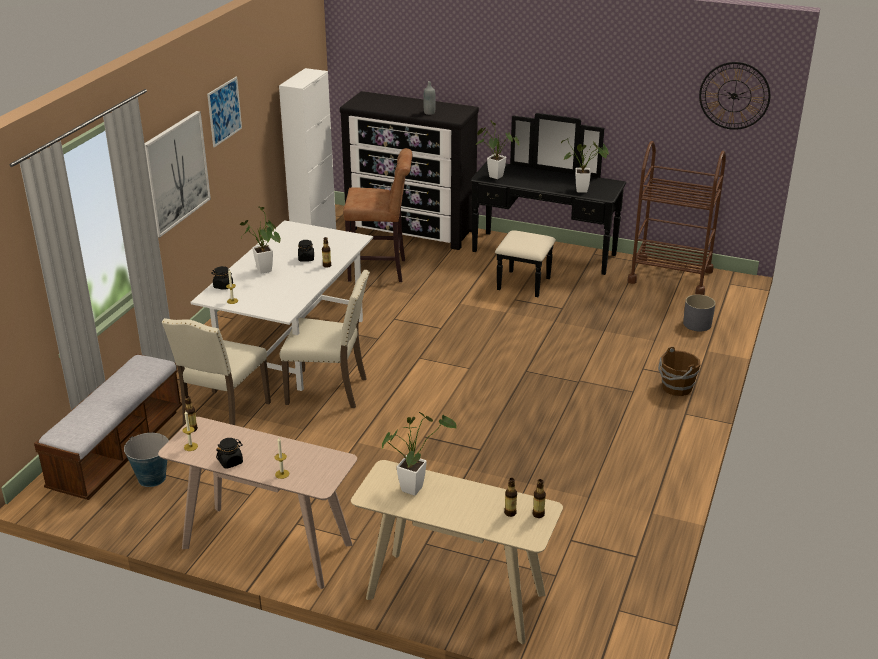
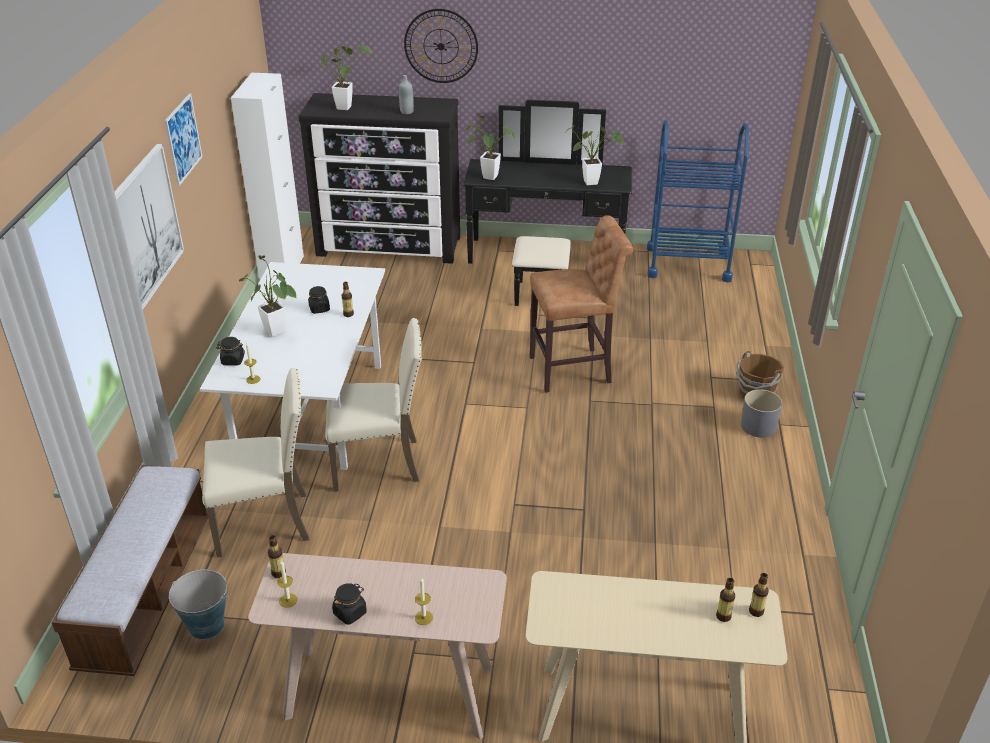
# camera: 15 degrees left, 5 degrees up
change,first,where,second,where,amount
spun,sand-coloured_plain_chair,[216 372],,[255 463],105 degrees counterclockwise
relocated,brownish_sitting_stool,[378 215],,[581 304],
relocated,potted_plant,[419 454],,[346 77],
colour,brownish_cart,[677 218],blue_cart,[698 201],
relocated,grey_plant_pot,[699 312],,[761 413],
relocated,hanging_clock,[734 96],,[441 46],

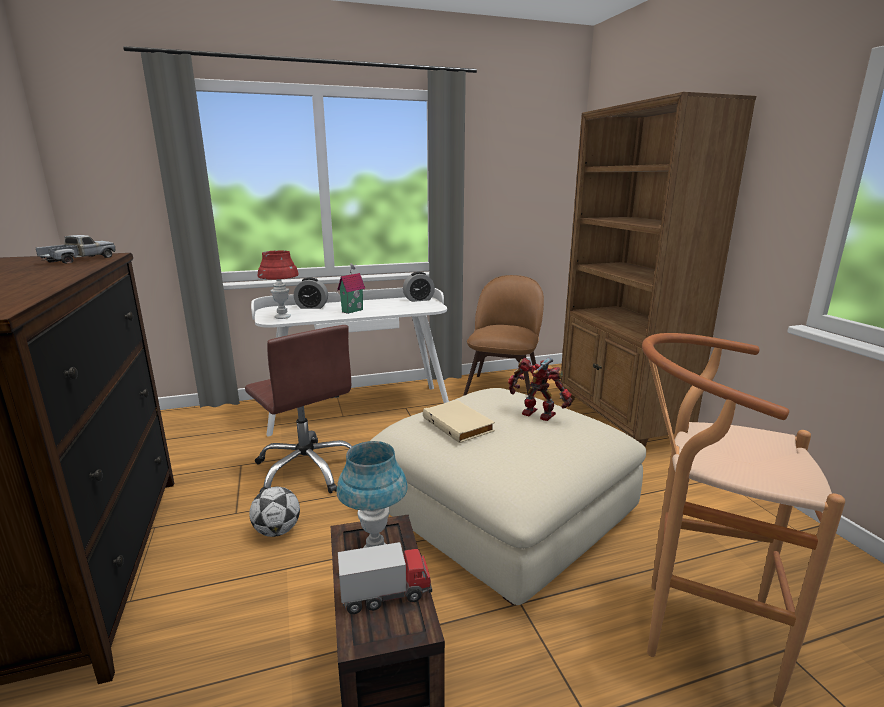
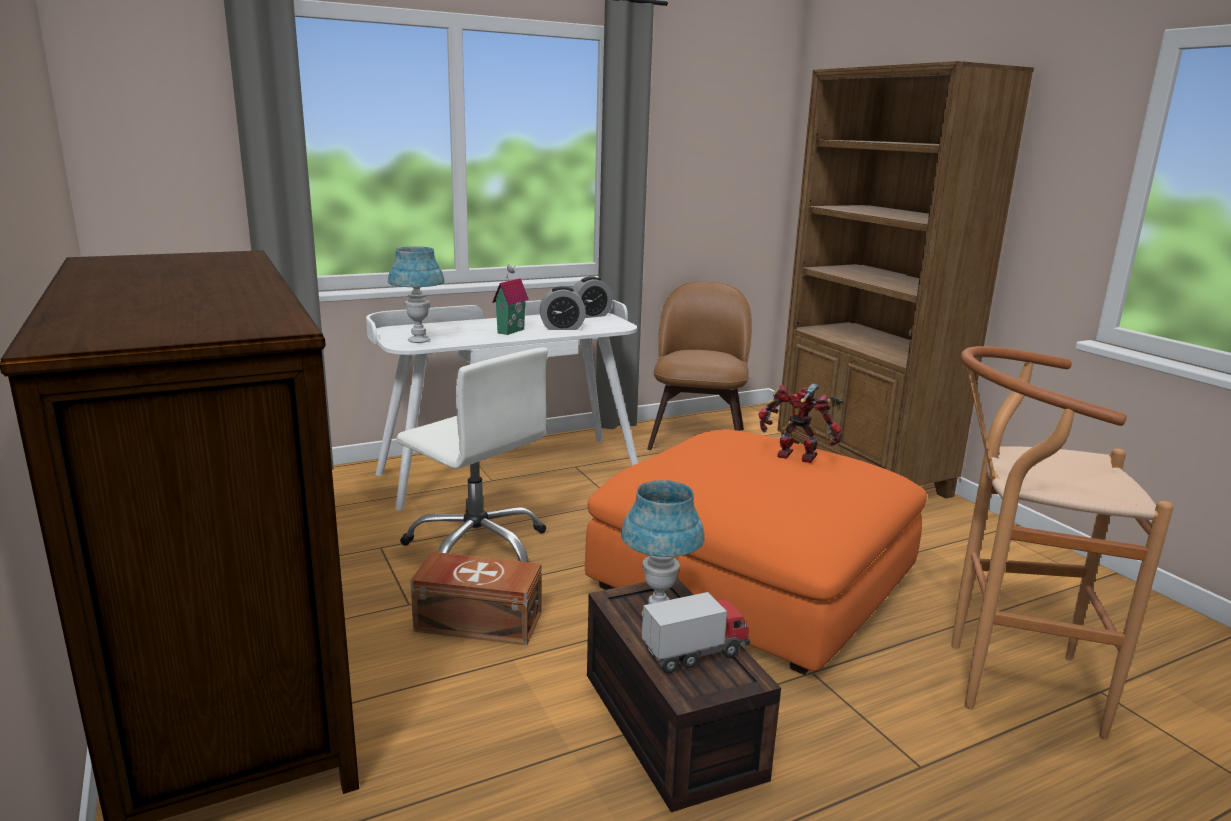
# camera: 10 degrees left, 0 degrees up
change,first,where,second,where,amount
missing,toy_lorry,[76 249],,,
colour,brownish_office_chair,[298 409],white-coloured_office_chair,[472 454],
exchanged,football_ball,[274 512],brownish_storage_bin,[475 598],
colour,red_table_lamp,[278 284],blue_table_lamp,[416 294],
relocated,alarm_clock,[311 293],,[563 308],
colour,sand-coloured_ottoman,[508 496],orange_ottoman,[756 552],
missing,sand-coloured_book,[459 421],,,

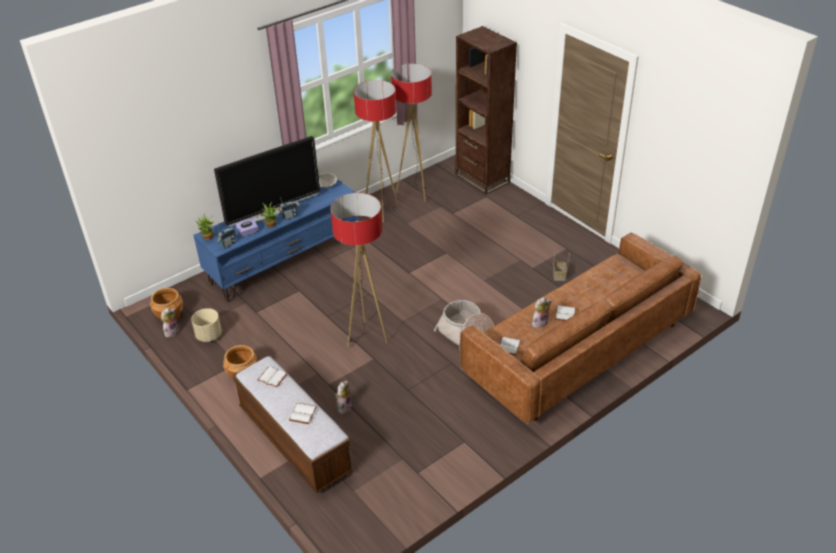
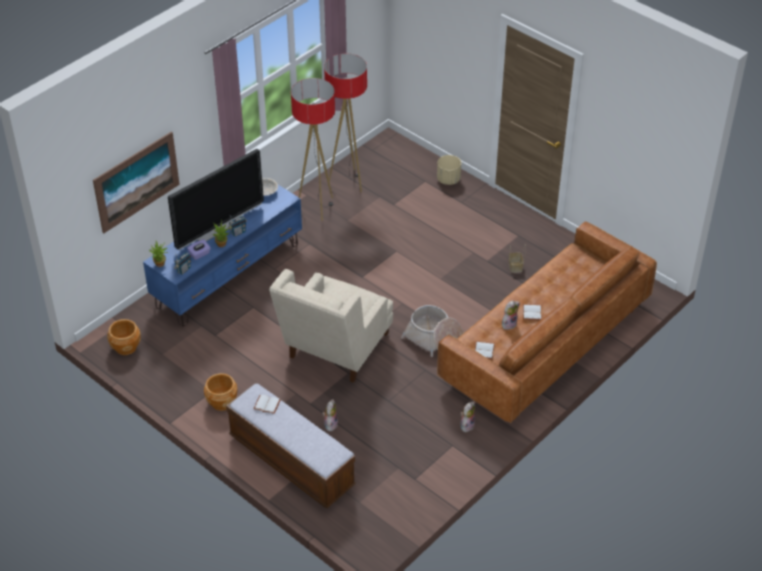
# camera: 10 degrees left, 5 degrees up
change,first,where,second,where,amount
relocated,plush_toy,[170 322],,[467 416],
relocated,sand-coloured_plant_pot,[206 325],,[449 170],
missing,white-coloured_book,[303 413],,,
exchanged,floor_lamp,[359 270],sand-coloured_lounge_chair,[331 326],
missing,brownish_bookcase,[486 110],,,
appeared,,,picture,[136 182],

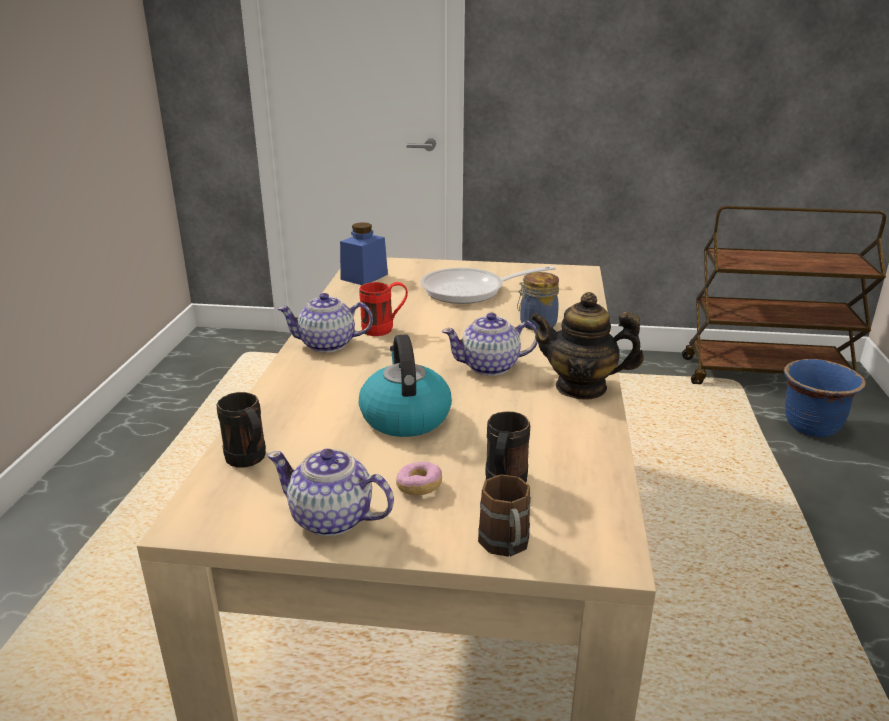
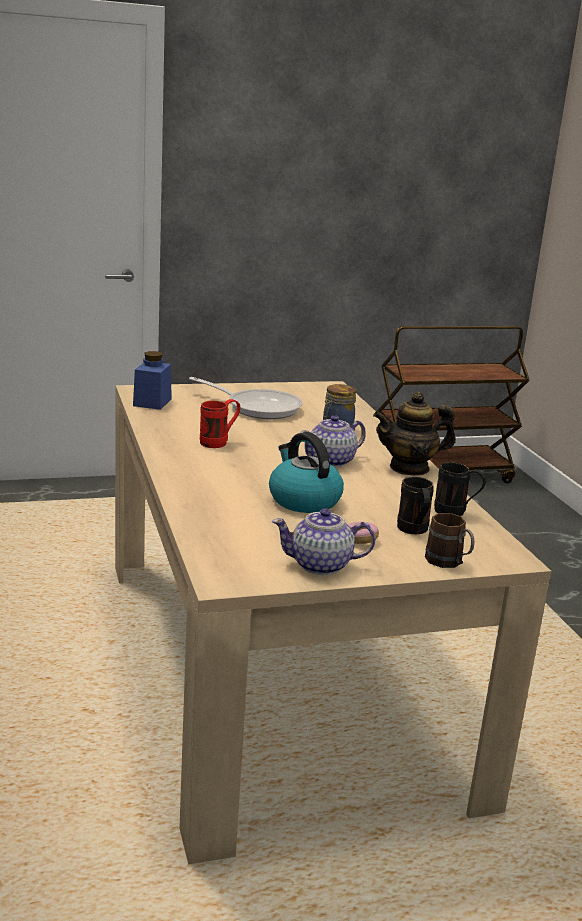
# camera: 25 degrees left, 5 degrees down
change,first,where,second,where,amount
relocated,black-coloured_coffee_mug,[241 430],,[460 489],
missing,teapot,[325 323],,,
spun,pan,[488 285],,[246 398],120 degrees counterclockwise
missing,blue_plant_pot,[825 398],,,

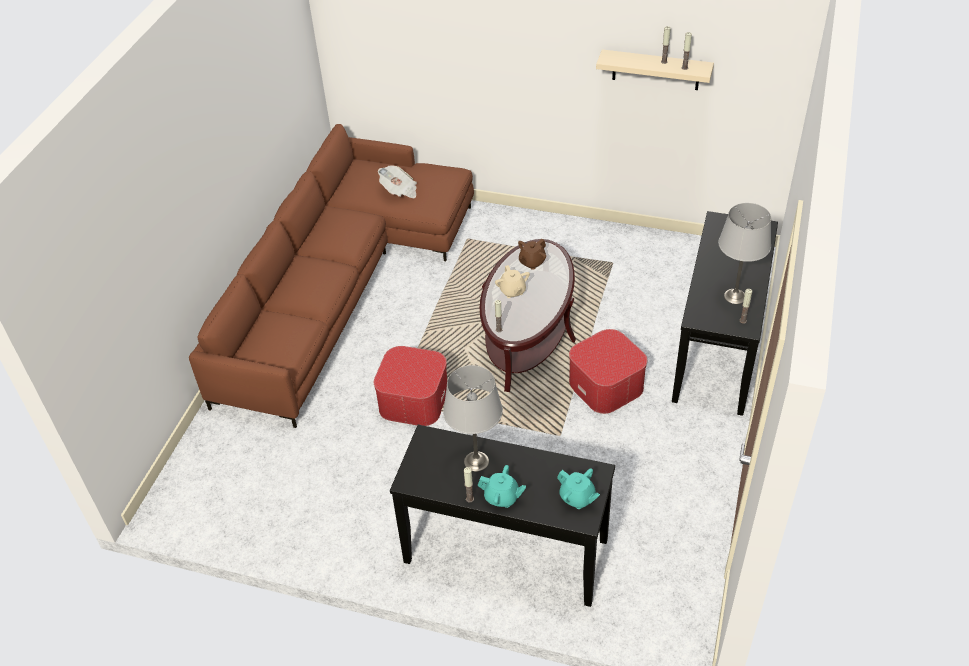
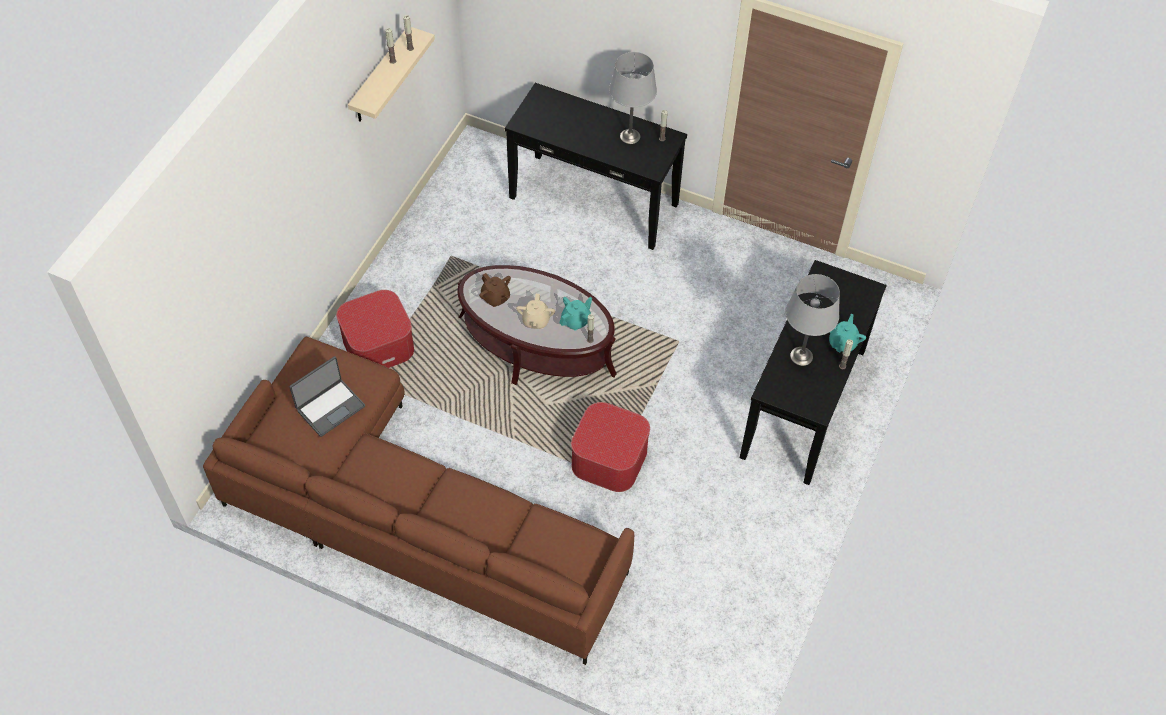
# camera: 85 degrees left, 10 degrees up
change,first,where,second,where,amount
exchanged,printed_paper,[397 182],laptop,[327 396],
spun,sand-coloured_teapot,[512 281],,[535 311],105 degrees clockwise
relocated,turquoise-coloured_teapot,[578 488],,[576 313],
relocated,ottoman,[608 371],,[375 329],

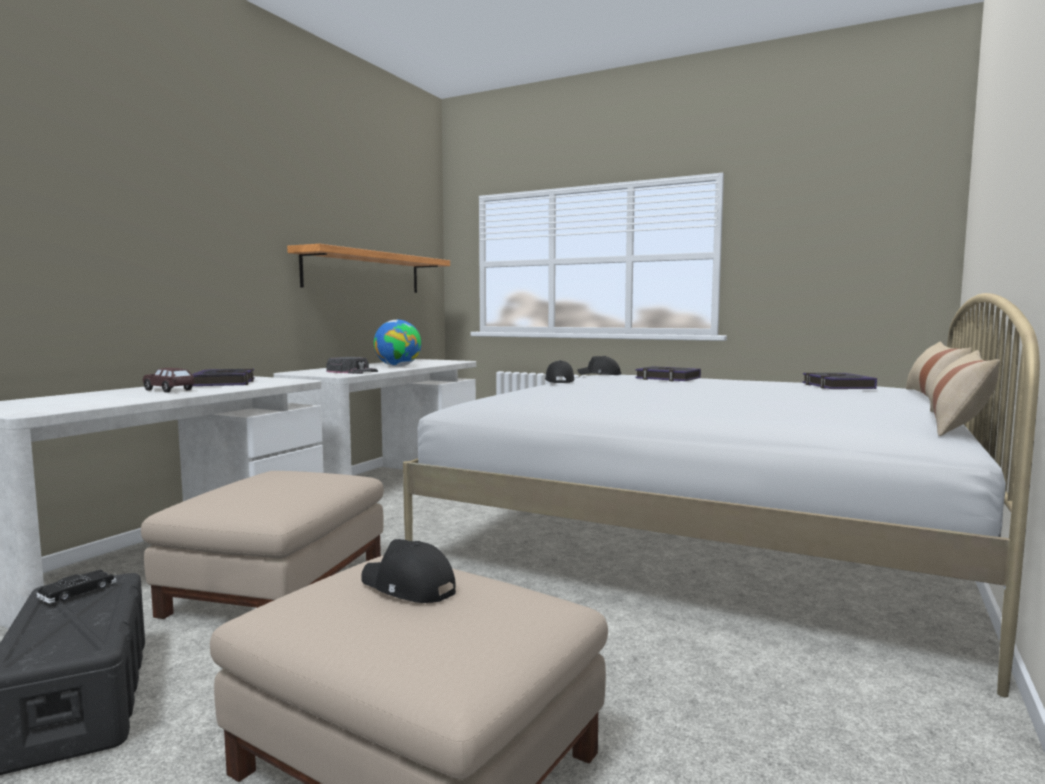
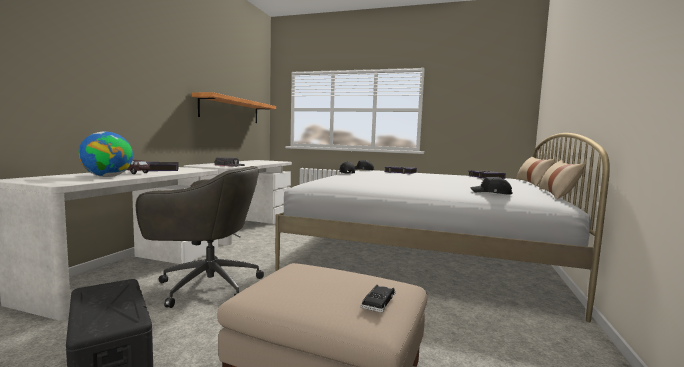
# camera: 10 degrees left, 0 degrees up
change,first,where,second,where,amount
relocated,black-coloured_toy_car,[76 587],,[378 299],
exchanged,sand-coloured_ottoman,[262 545],grey_office_chair,[200 237],
relocated,black-coloured_baseball_cap,[408 571],,[491 185],
relocated,globe,[397 343],,[105 154],

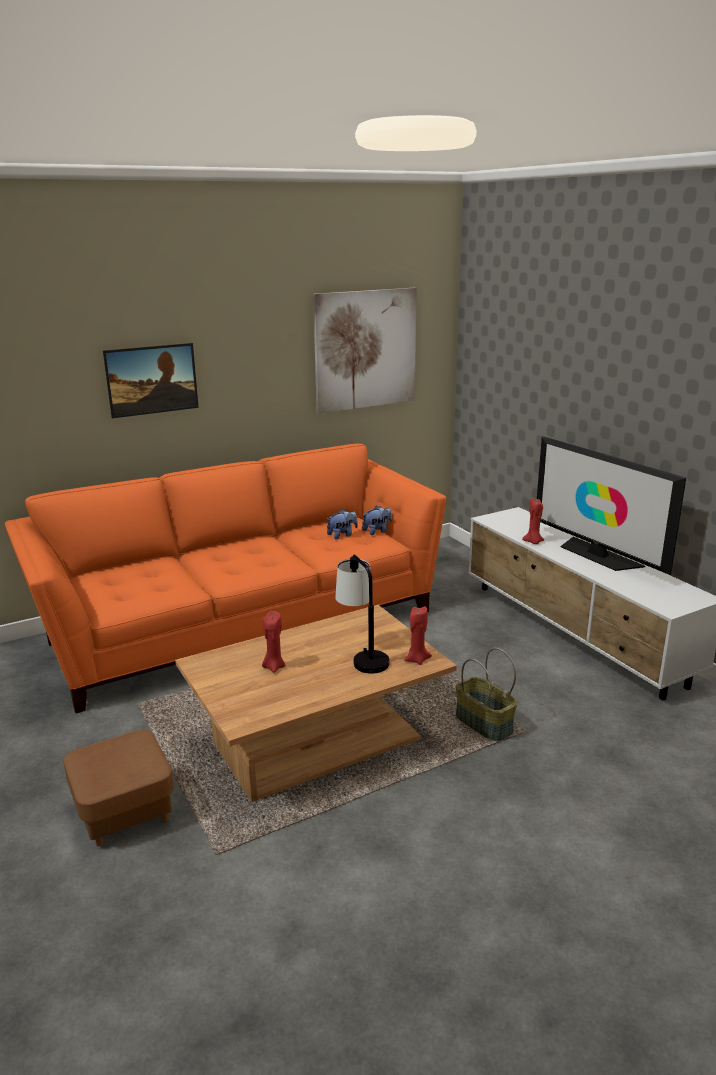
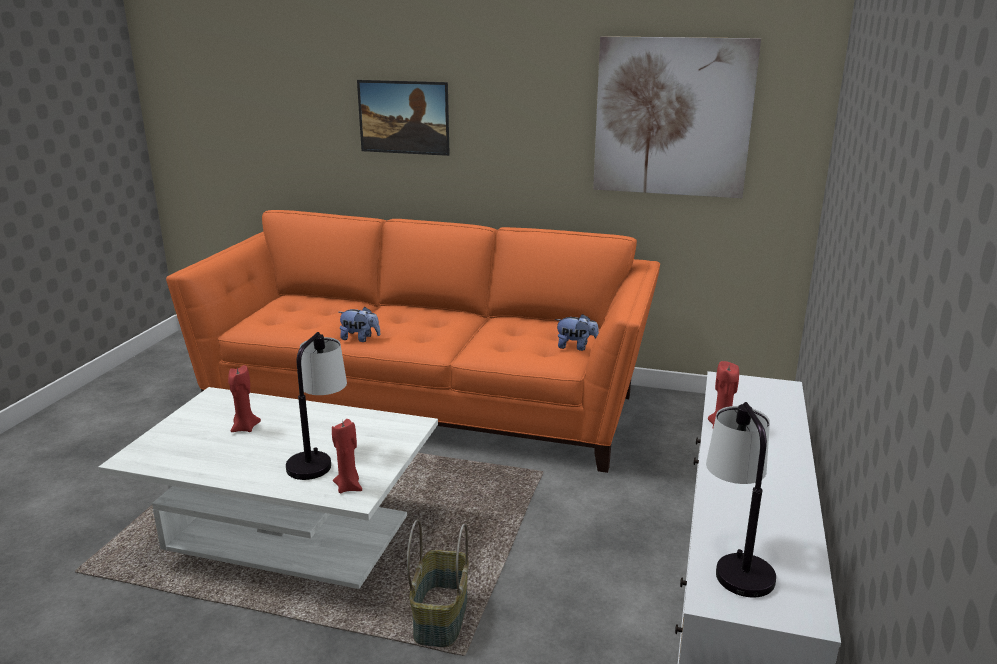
# camera: 45 degrees right, 0 degrees up
change,first,where,second,where,amount
missing,brownish_ottoman,[118 788],,,
colour,brownish_coffee_table,[316 703],white-coloured_coffee_table,[268 488],
relocated,plush_toy,[342 524],,[359 324],
missing,television,[611 505],,,
appeared,,,table_lamp,[741 499],

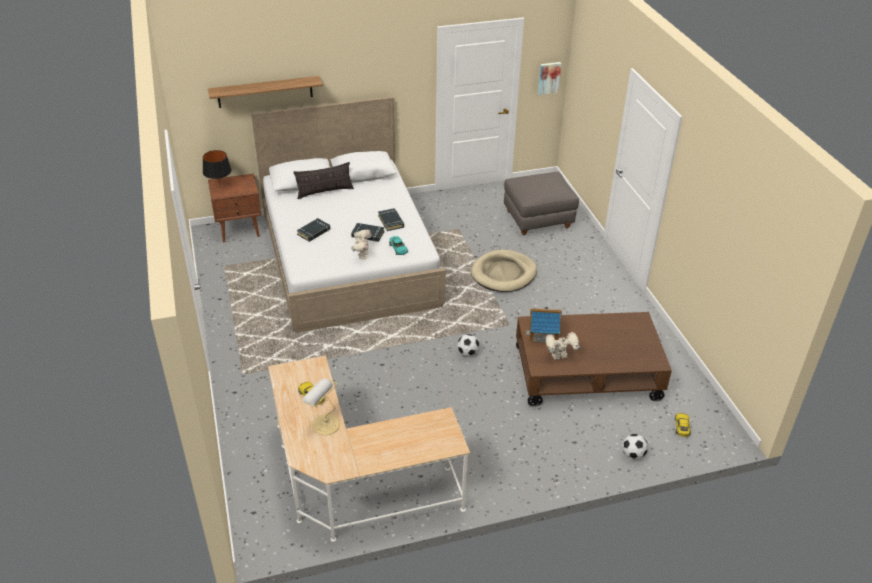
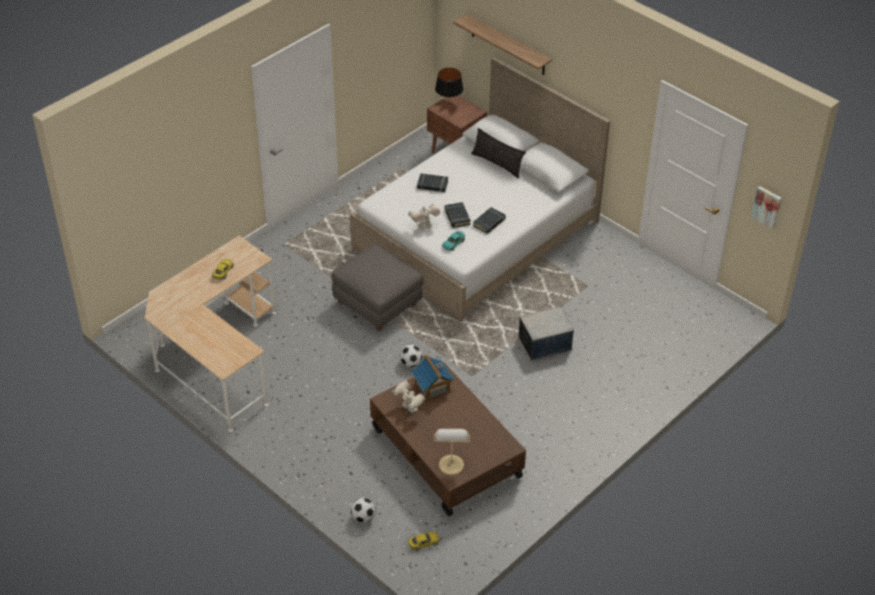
# camera: 60 degrees right, 5 degrees up
change,first,where,second,where,amount
relocated,table_lamp,[321 406],,[452 452],
exchanged,sand-coloured_dog_bed,[504 271],storage_bin,[546 333],
relocated,grey_ottoman,[541 203],,[378 287],

